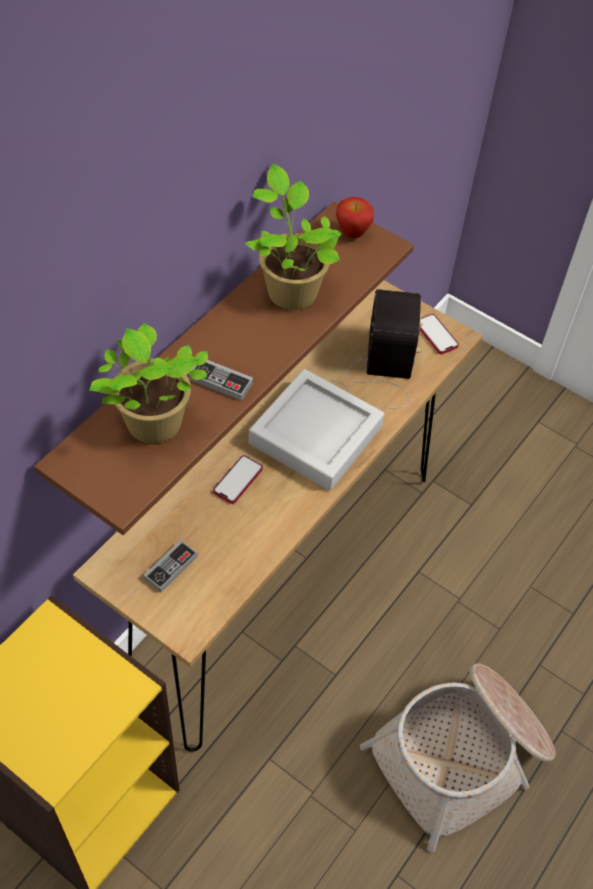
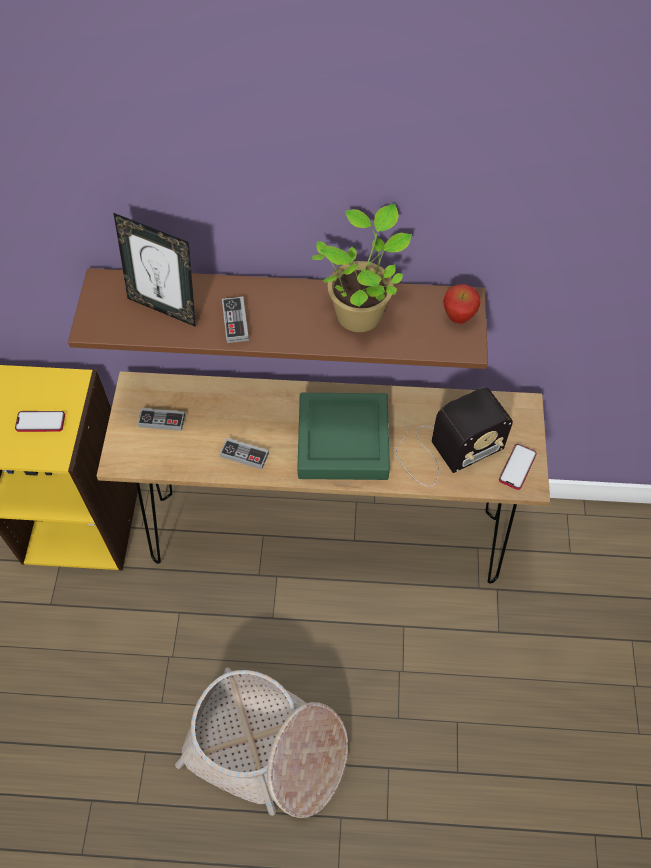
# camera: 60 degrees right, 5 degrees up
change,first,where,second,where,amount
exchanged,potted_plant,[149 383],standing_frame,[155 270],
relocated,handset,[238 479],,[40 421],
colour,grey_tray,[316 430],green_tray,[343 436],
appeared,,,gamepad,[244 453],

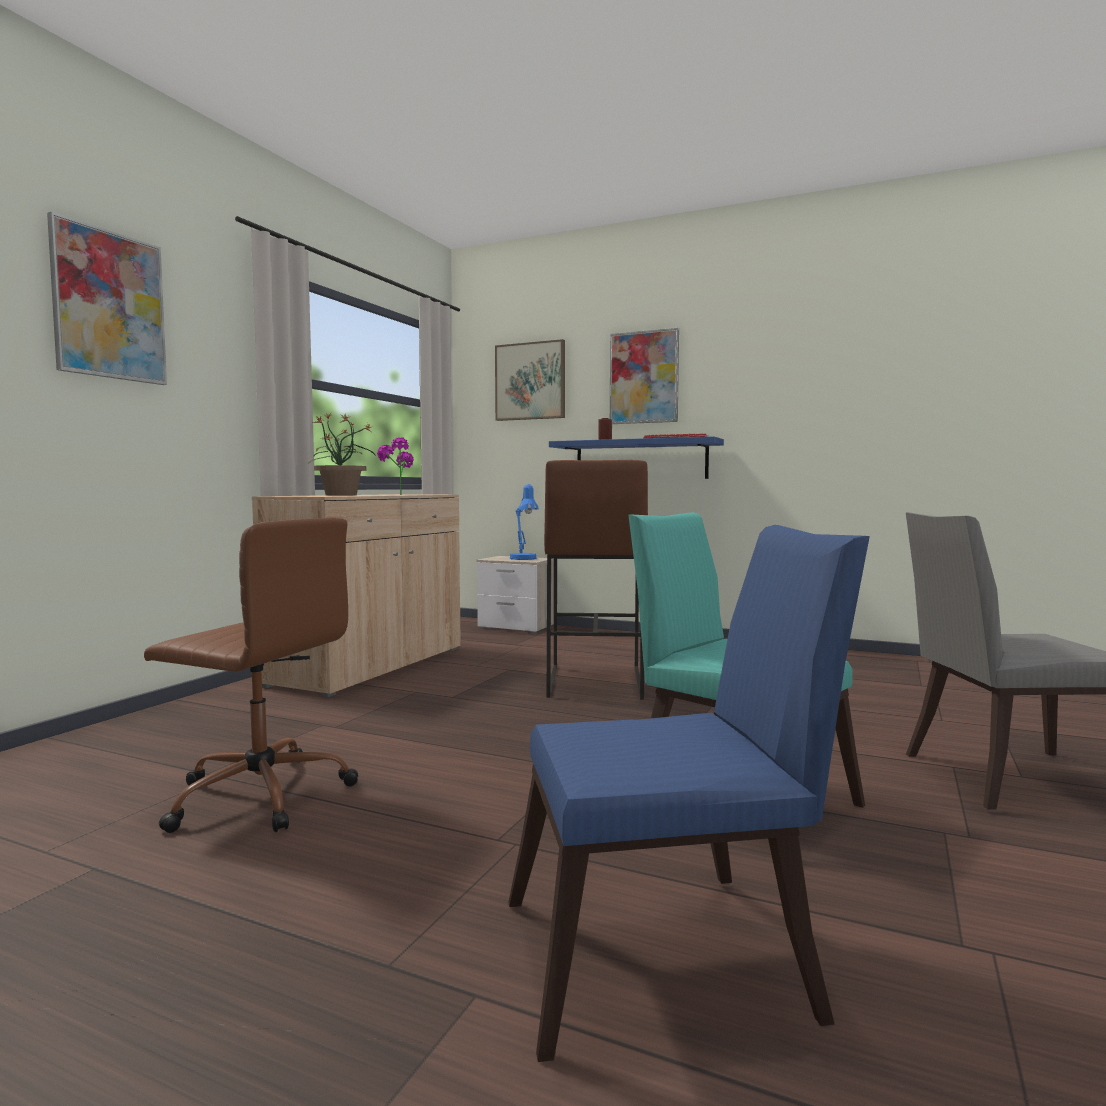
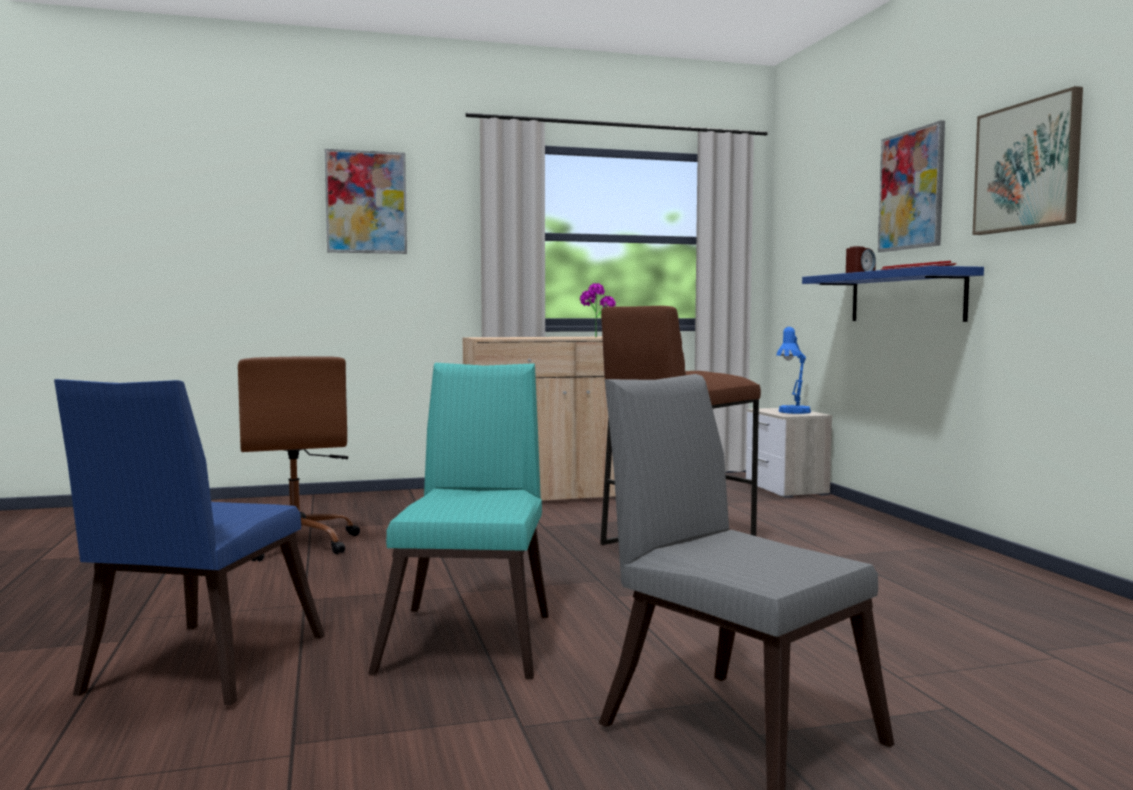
# camera: 50 degrees right, 0 degrees up
change,first,where,second,where,amount
missing,potted_plant,[342 454],,,
relocated,picture,[530 380],,[1027 160],
spun,blue_plain_chair,[689 793],,[189 542],60 degrees clockwise

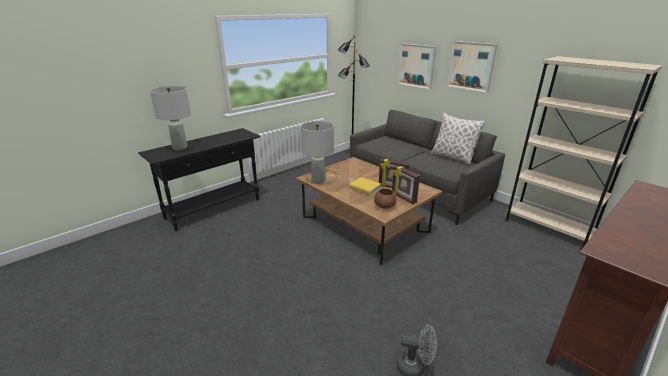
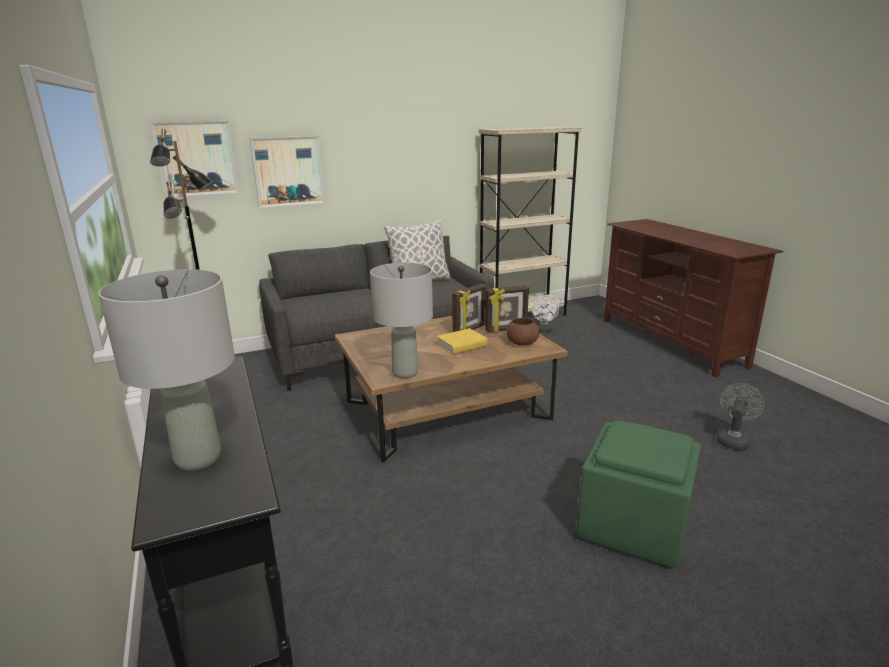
# camera: 70 degrees left, 5 degrees down
change,first,where,second,where,amount
relocated,picture,[472 67],,[195 159],
appeared,,,white-coloured_cooling_fan,[545 314],
appeared,,,green_ottoman,[638 494],

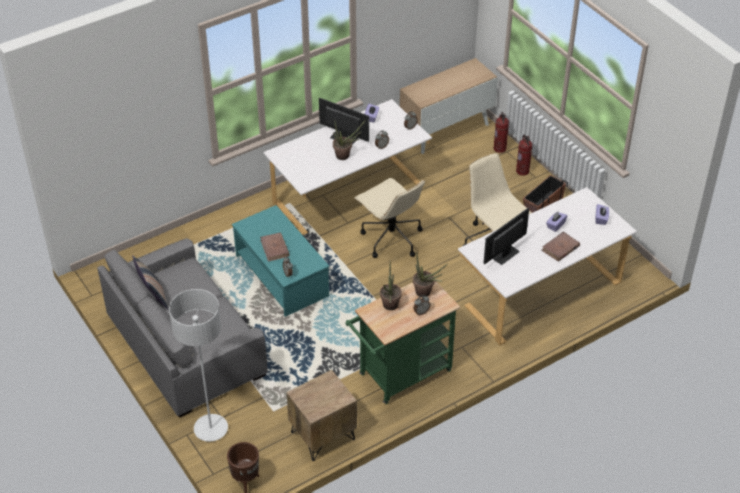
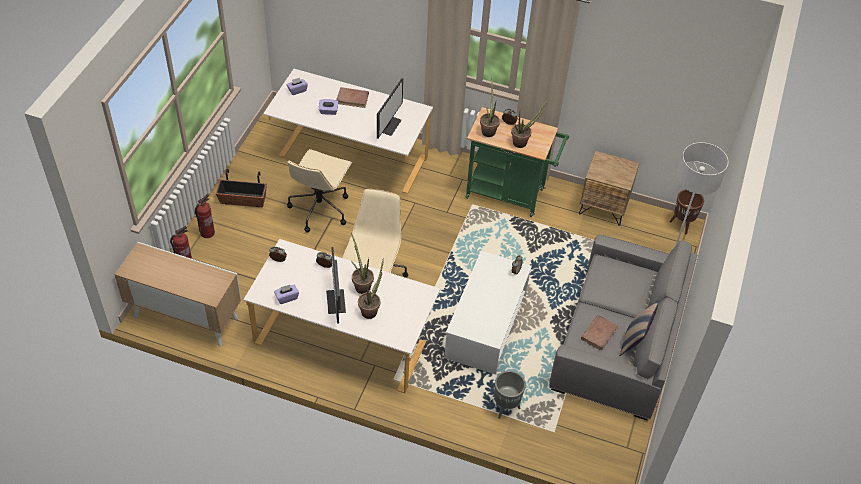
# camera: 130 degrees left, 5 degrees up
change,first,where,second,where,amount
colour,turquoise-coloured_coffee_table,[280 261],white-coloured_coffee_table,[488 313],
relocated,brownish_book,[275 247],,[599 333],
spun,computer_display,[506 236],,[390 108],75 degrees counterclockwise
appeared,,,potted_plant,[371 288],
appeared,,,grey_plant_pot,[510 395],

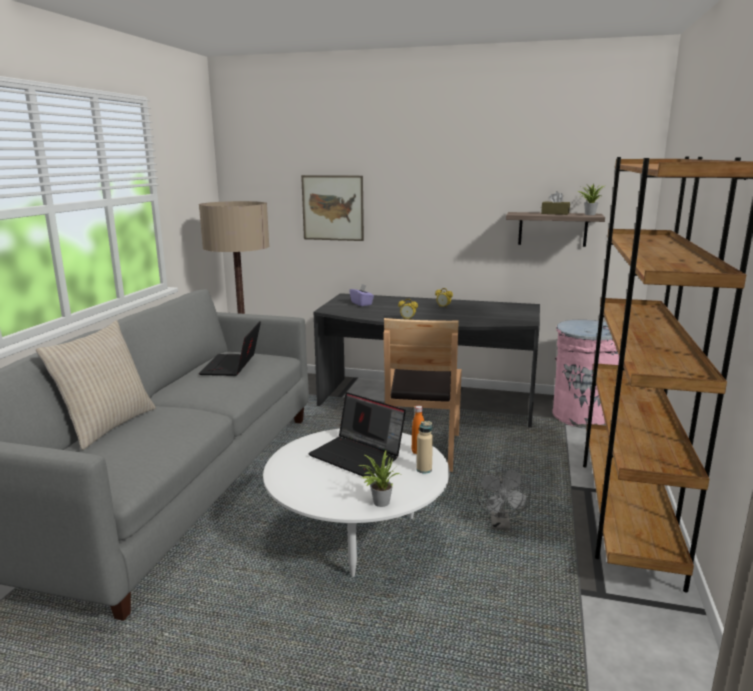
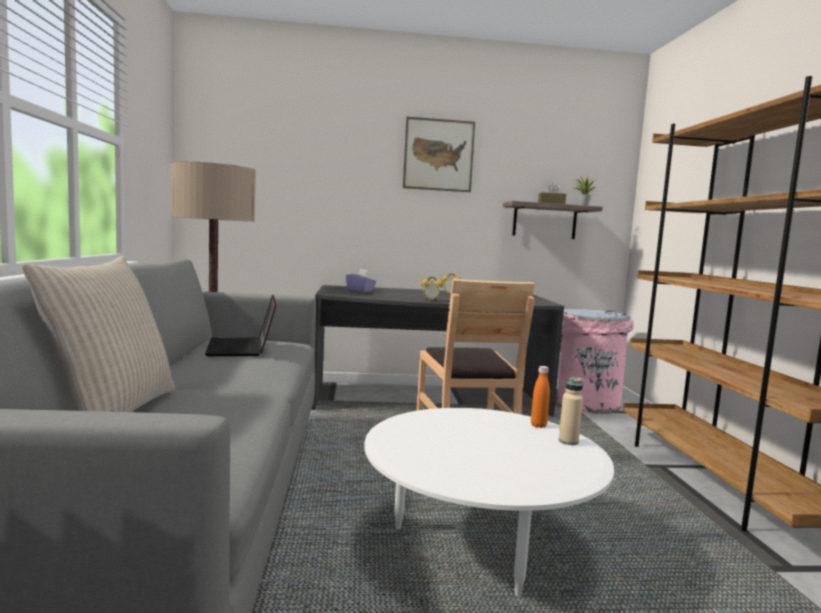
# camera: 20 degrees left, 10 degrees down
change,first,where,second,where,amount
relocated,picture,[332 208],,[439 154],
missing,laptop,[357 434],,,
missing,potted_plant,[379 479],,,
missing,grey_cooling_fan,[503 498],,,

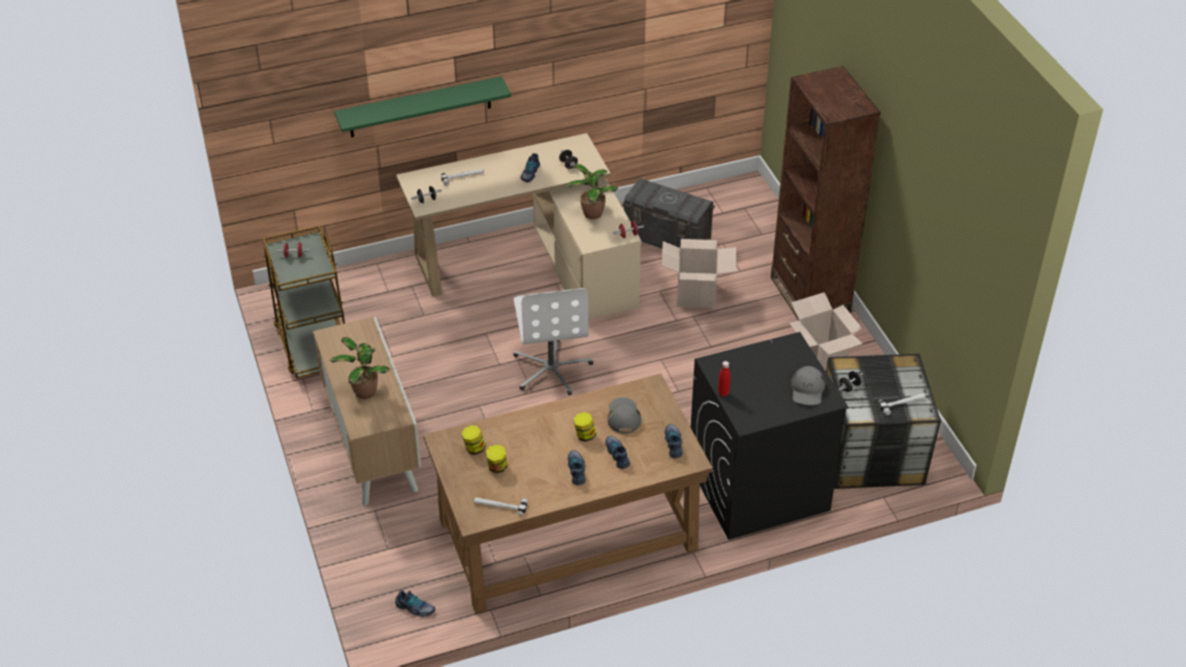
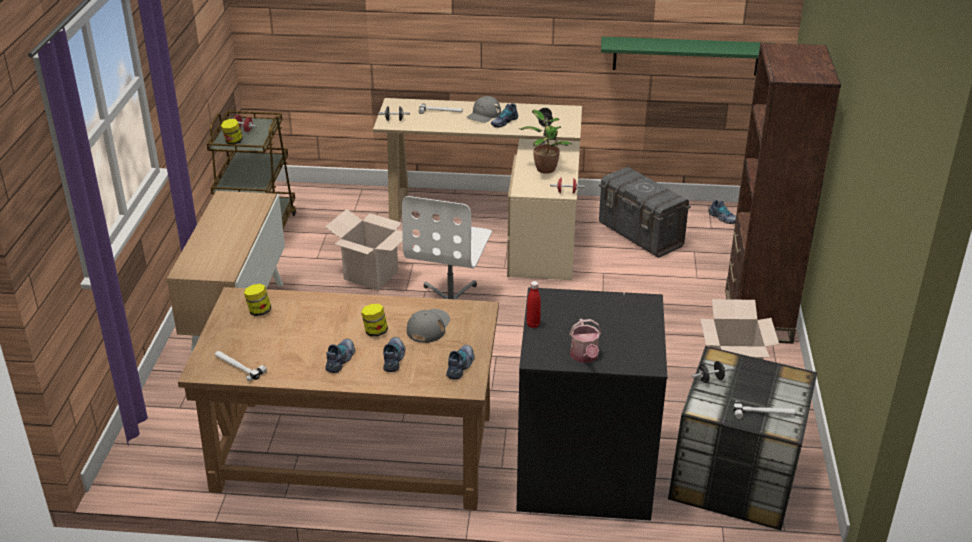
# camera: 25 degrees right, 10 degrees down
change,first,where,second,where,amount
missing,potted_plant,[359 368],,,
relocated,green_wall_shelf,[422 106],,[684 56],
relocated,shoe,[415 603],,[722 212],
relocated,preserve_jar,[496 458],,[232 131],
relocated,cardboard_box,[699 273],,[369 249],
relocated,grey_baseball_cap,[808 385],,[483 109],
appeared,,,sprinkling_can,[585 341],

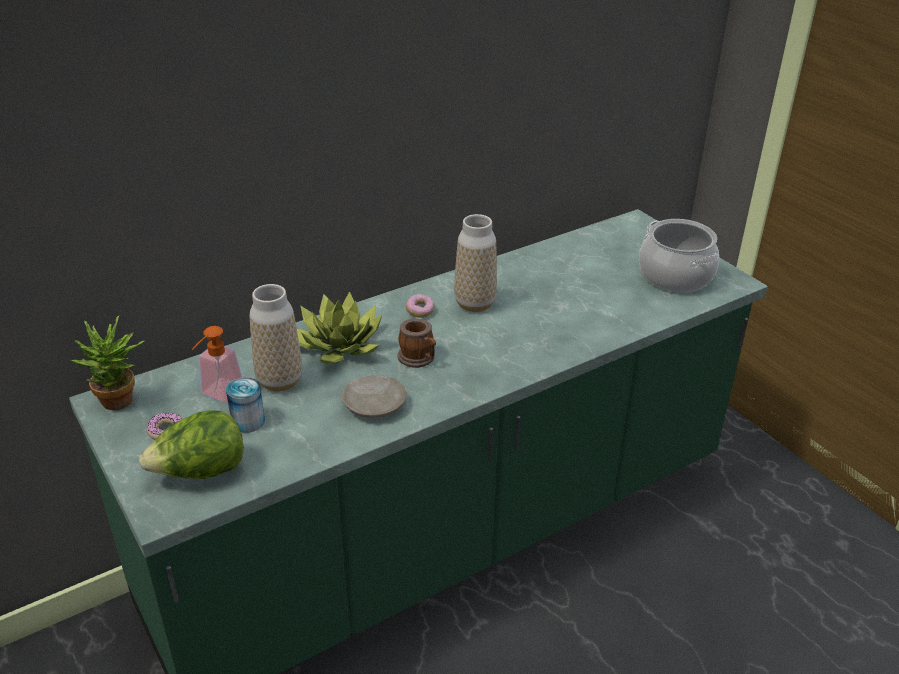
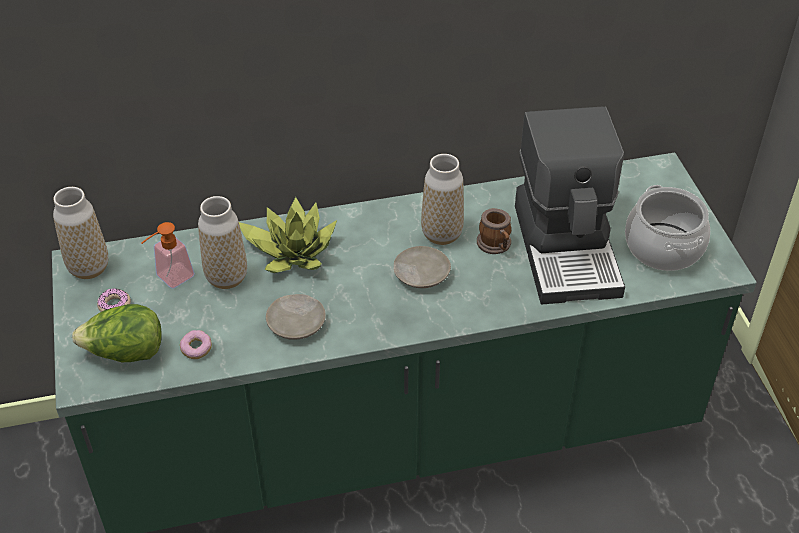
# camera: 20 degrees right, 10 degrees up
change,first,where,second,where,amount
exchanged,potted_plant,[107 363],vase,[80 233],
missing,can,[245 405],,,
relocated,coffee_mug,[416 343],,[494 231],
relocated,doughnut,[420 306],,[196 344],
appeared,,,sand-coloured_dinner_plate,[422 267],
appeared,,,coffee_machine,[570 206],

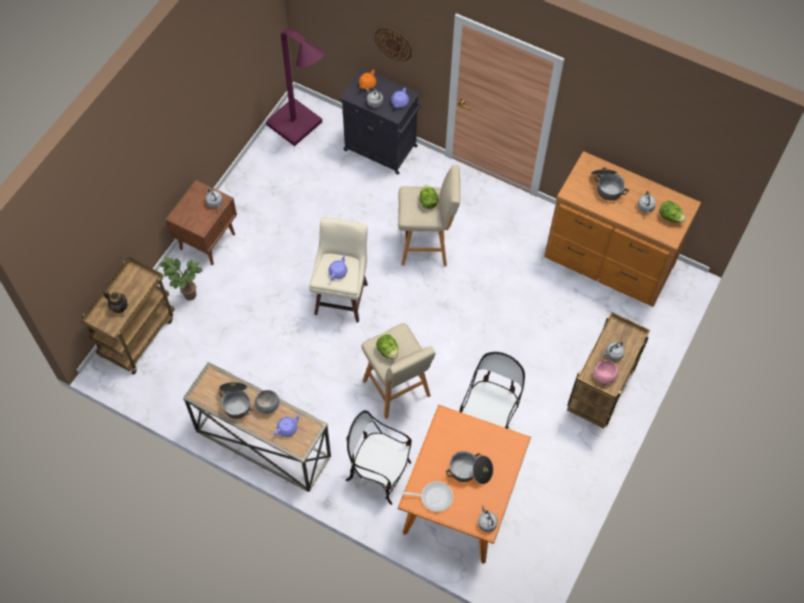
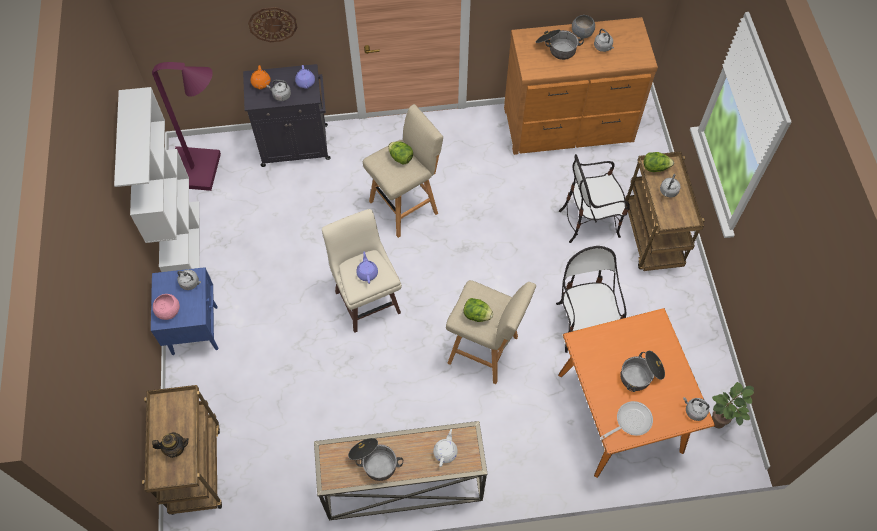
# camera: 35 degrees left, 0 degrees up
change,first,where,second,where,amount
relocated,potted_plant,[181 279],,[733 405],
colour,brownish_night_table,[201 222],blue_night_table,[184 311],
relocated,grey_deep_dish,[267 402],,[583 26],
colour,purple_teapot,[287 425],white-coloured_teapot,[445 448],
relocated,plain_chair,[379 457],,[594 198],
relocated,pink_deep_dish,[606 372],,[166 307],
relocated,head_of_lettuce,[672 212],,[659 162],
appeared,,,white-coloured_bookcase,[157 179],

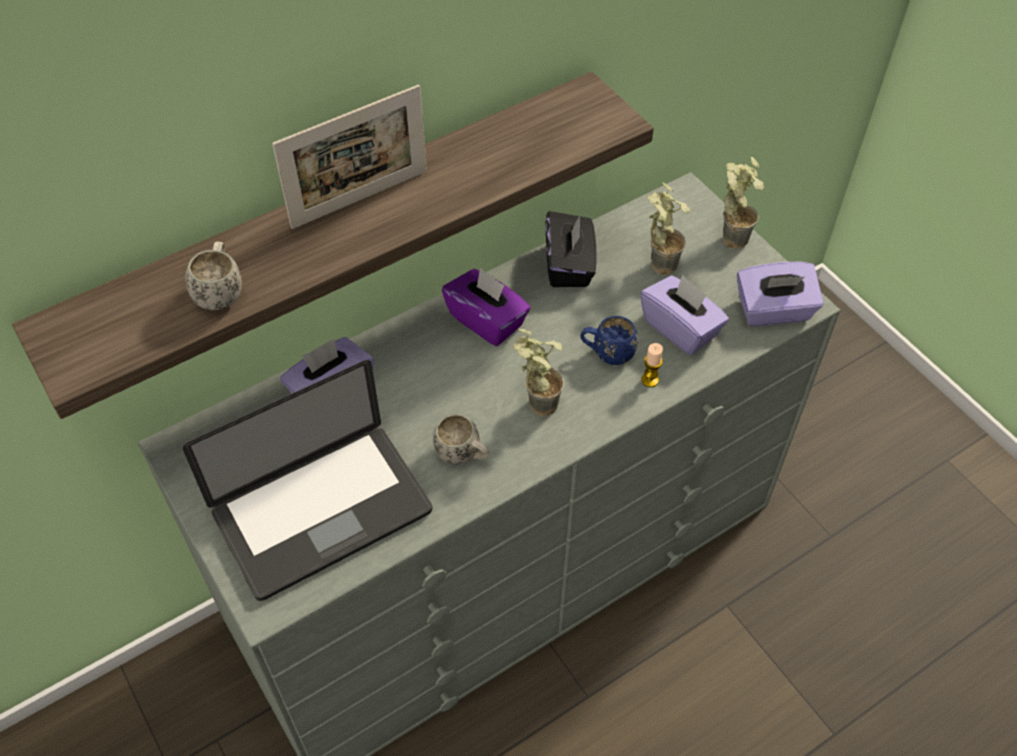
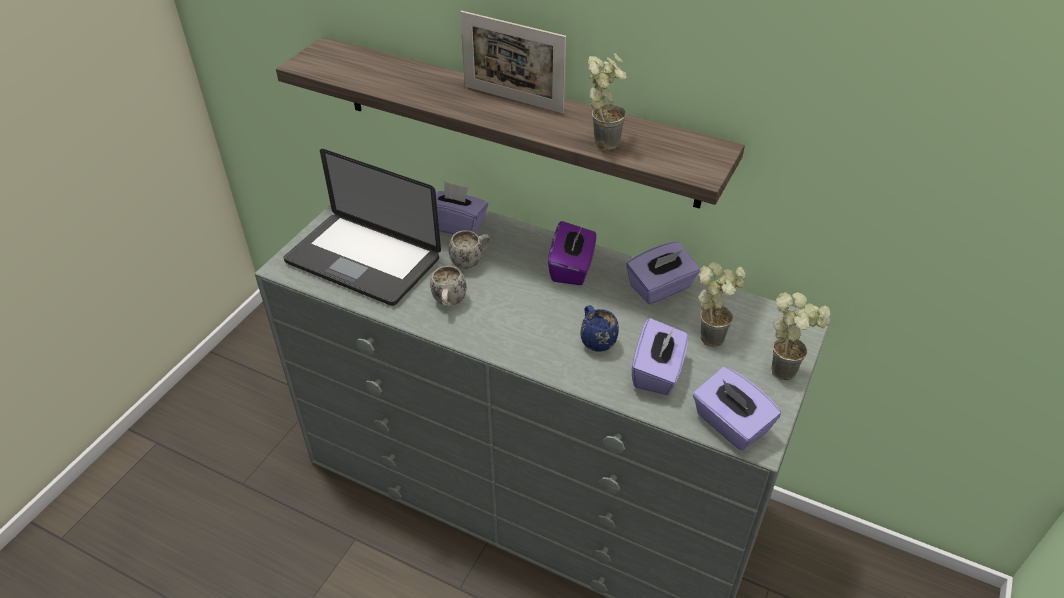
# camera: 60 degrees right, 10 degrees down
change,first,where,second,where,amount
relocated,white-coloured_coffee_mug,[213 276],,[469 249],
relocated,potted_plant,[538 373],,[607 101],
colour,black-coloured_tissue_holder,[571 249],purple_tissue_holder,[663 273],
missing,wax_candle,[652 365],,,

